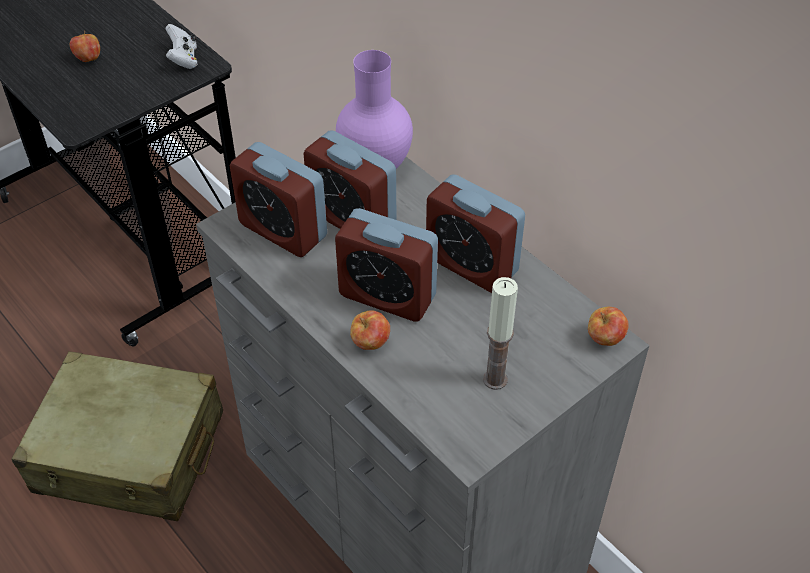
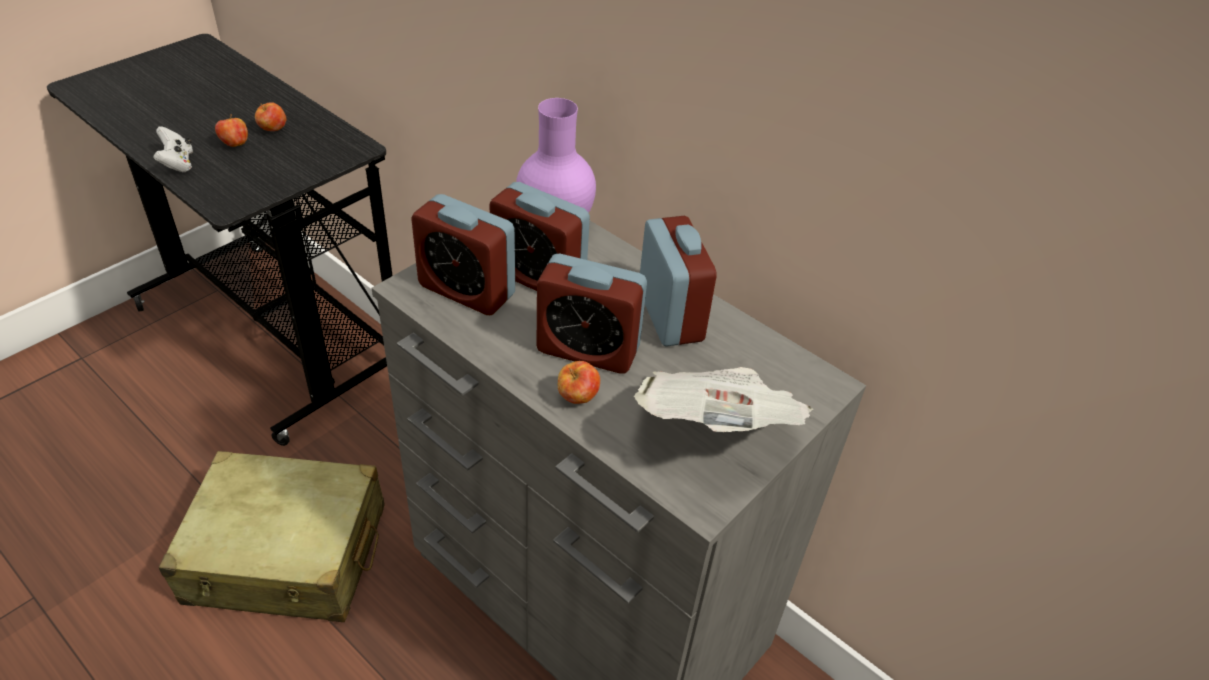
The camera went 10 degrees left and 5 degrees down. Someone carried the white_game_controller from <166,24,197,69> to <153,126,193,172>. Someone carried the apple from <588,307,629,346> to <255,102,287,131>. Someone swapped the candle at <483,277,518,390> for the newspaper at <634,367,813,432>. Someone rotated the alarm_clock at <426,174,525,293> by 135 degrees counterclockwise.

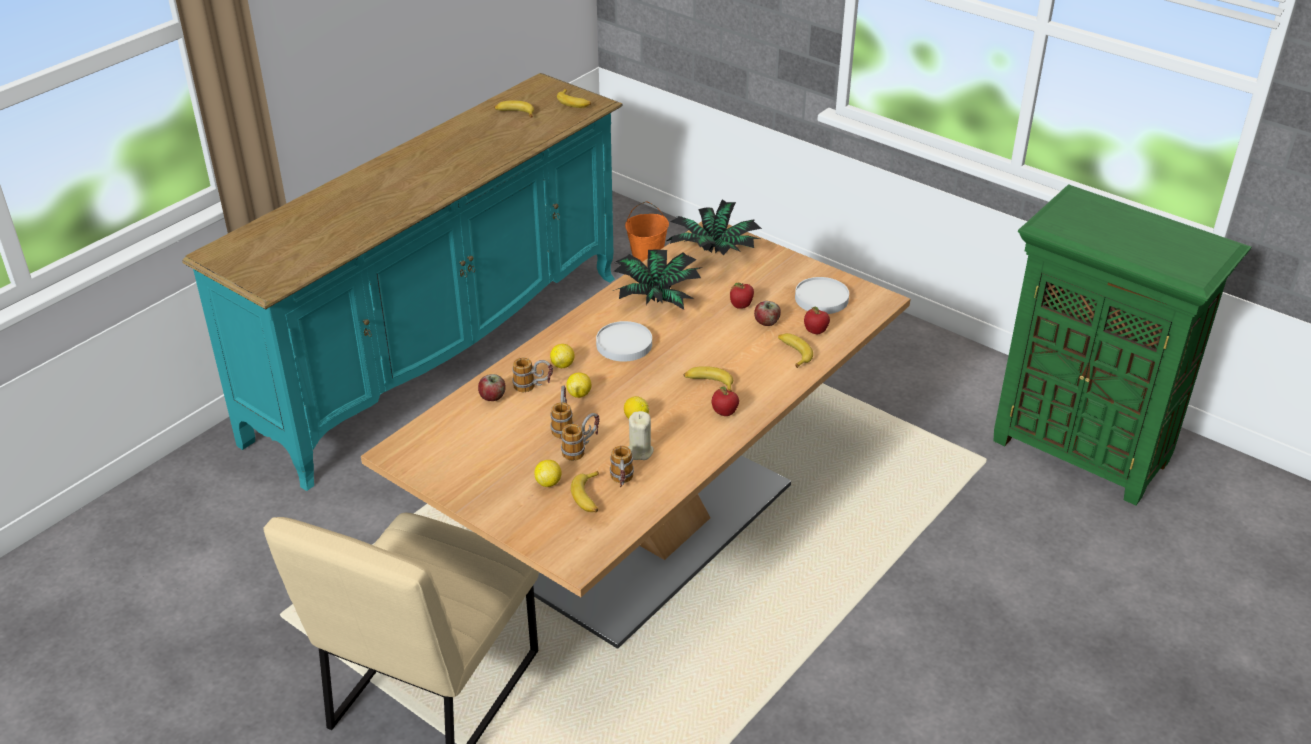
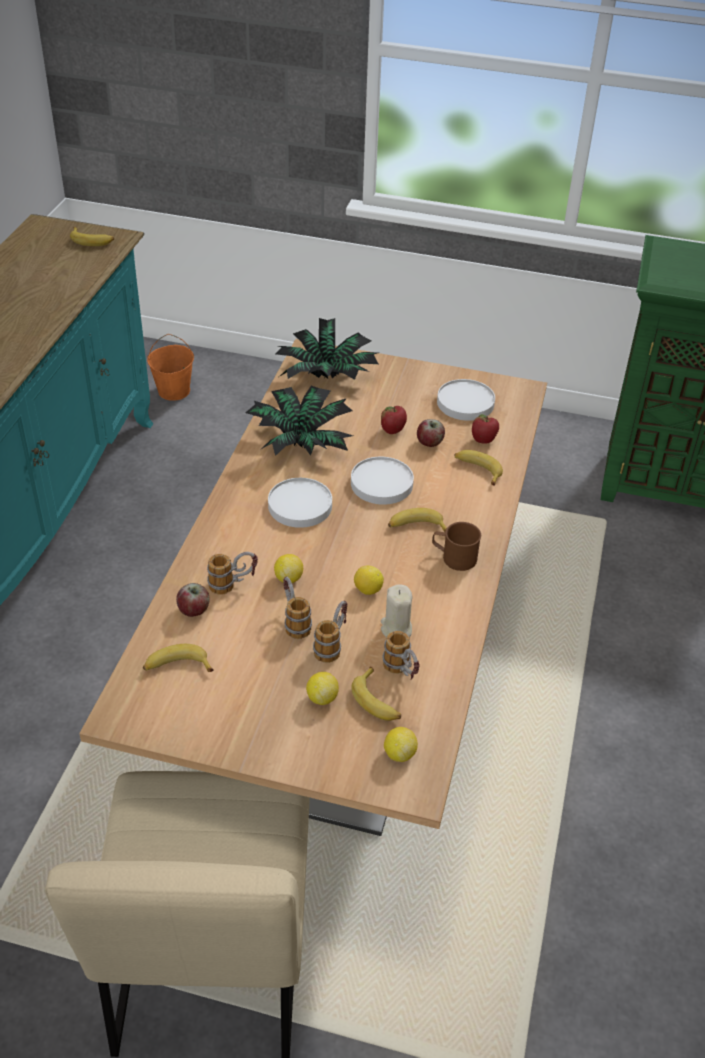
The camera went 25 degrees left and 5 degrees up. Someone carried the banana from <494,100,534,118> to <143,644,214,672>. Someone put down the white_plate at <351,457,414,505>. Someone carried the lemon from <550,344,575,368> to <384,727,418,762>. Someone swapped the apple at <712,386,739,416> for the brown_mug at <432,522,481,571>.

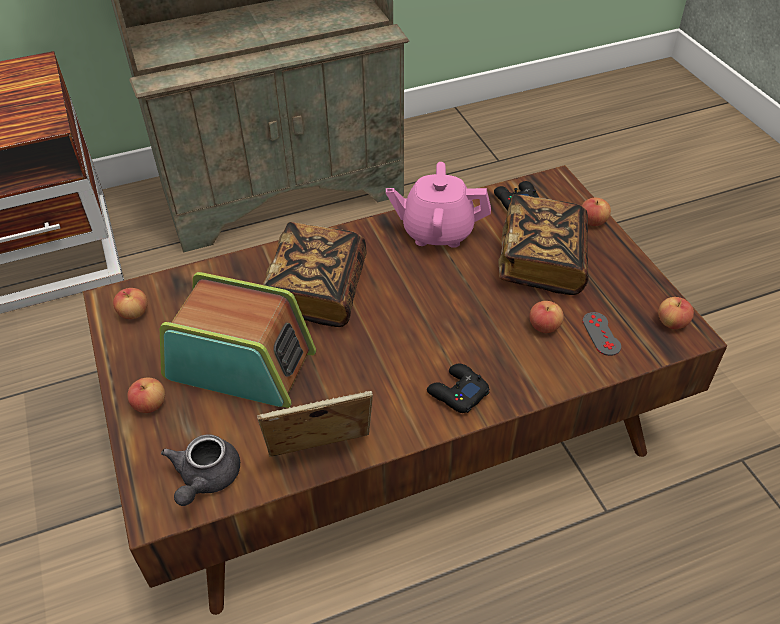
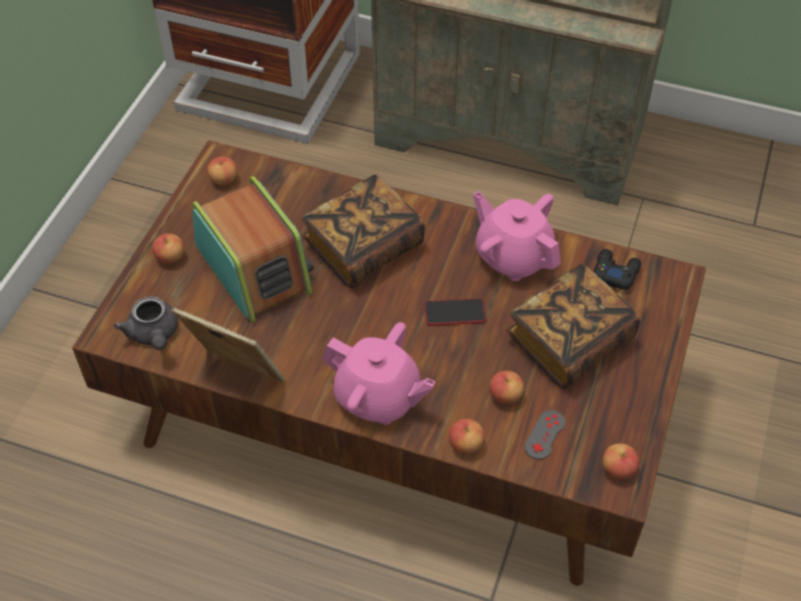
The camera went 40 degrees right and 5 degrees up. Someone rotated the grey_teapot at <161,434,240,506> by 75 degrees counterclockwise. Someone swapped the black_game_controller at <427,364,490,413> for the pink_teapot at <322,322,436,425>. Someone put down the phone at <424,299,486,326>. Someone carried the apple from <582,198,611,226> to <449,419,484,454>.

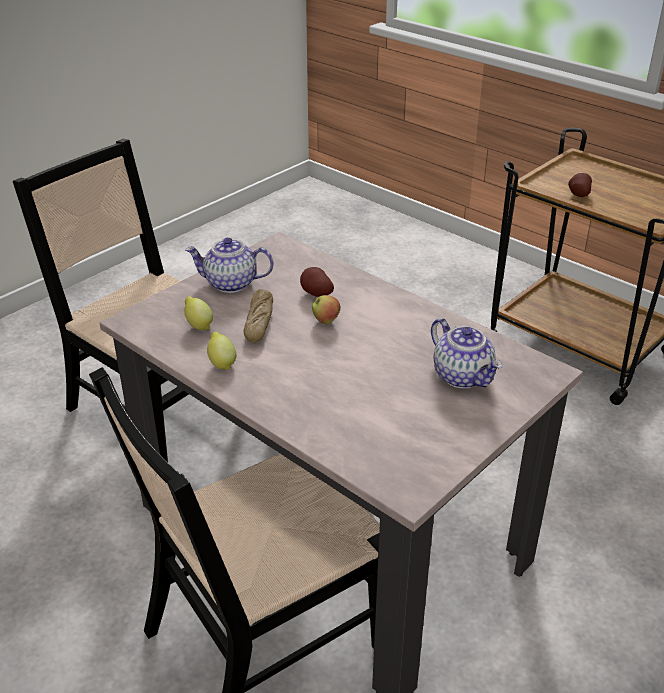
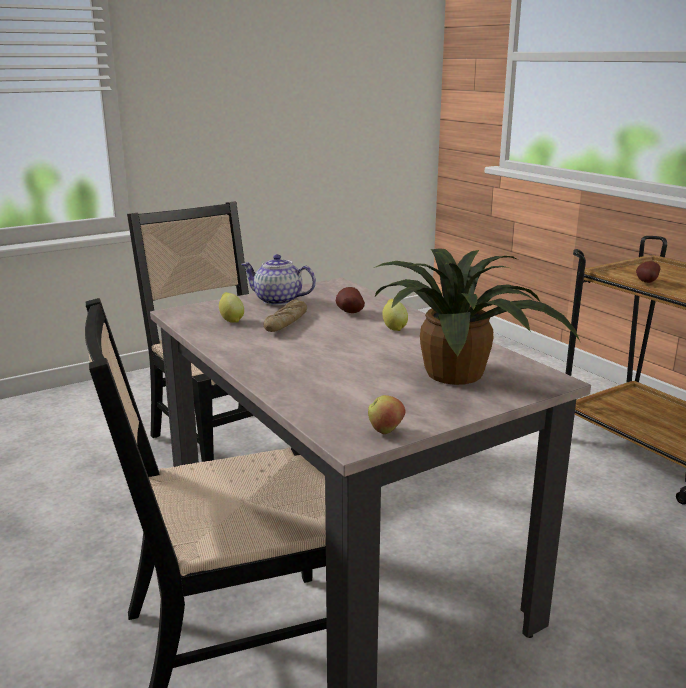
The camera went 15 degrees right and 15 degrees down. Someone carried the apple from <312,295,341,324> to <368,395,405,434>. Someone swapped the teapot at <431,318,503,388> for the potted_plant at <374,248,580,385>. Someone carried the lemon from <207,331,236,370> to <382,299,408,331>.

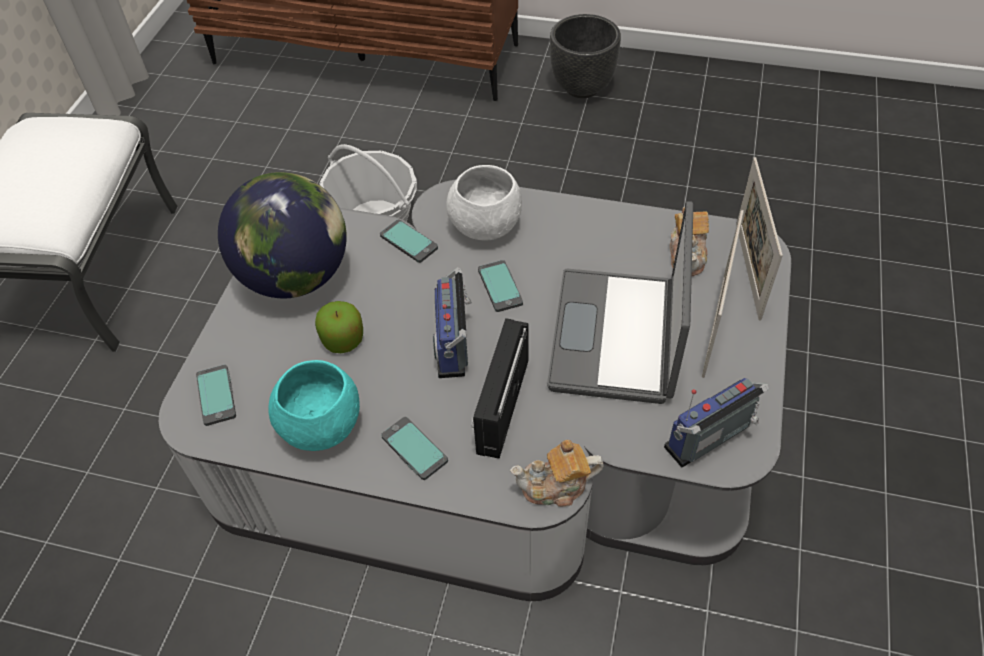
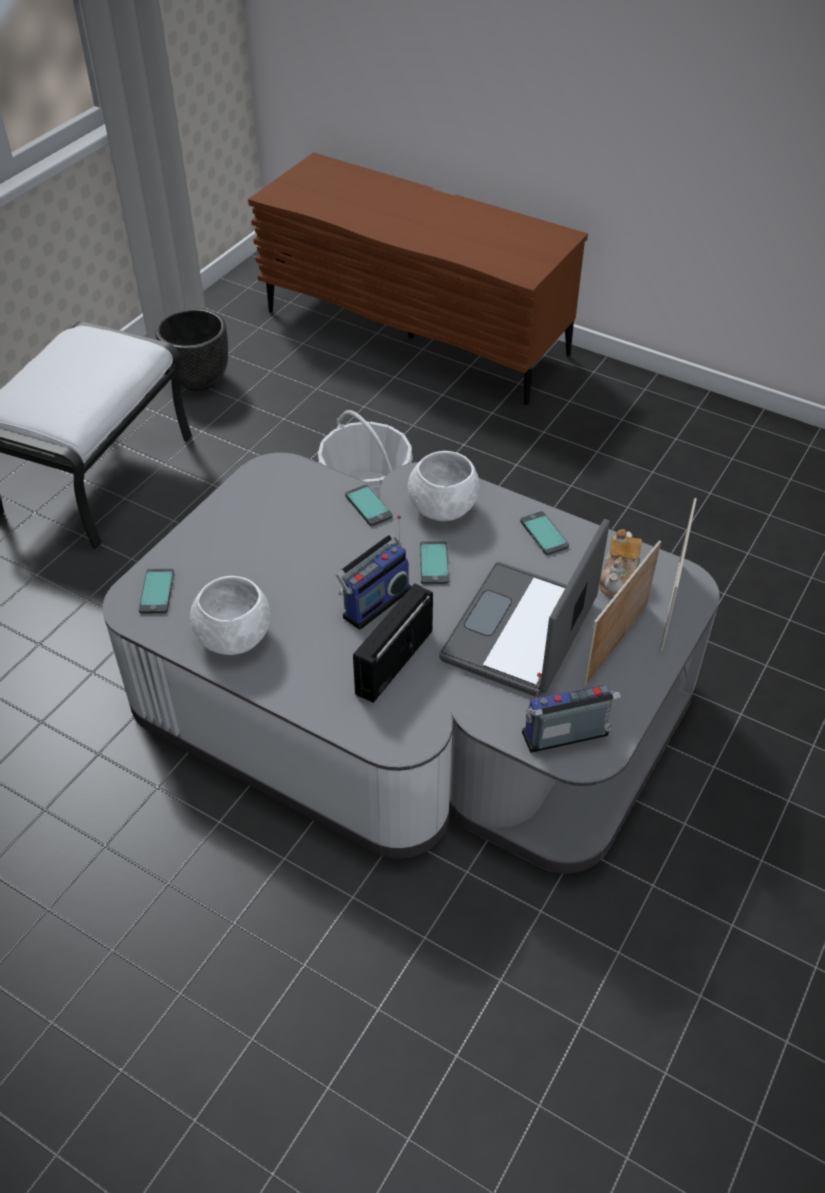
The camera went 15 degrees right and 5 degrees down. Someone carried the black_planter from <550,14,621,98> to <155,308,228,391>. Someone repainted the turquoise_bowl at <269,360,360,451>, which became the white_bowl at <190,576,271,655>. Someone rotated the radio at <433,267,472,378> by 150 degrees counterclockwise. Someone carried the phone from <381,417,448,480> to <520,511,569,555>. Someone took away the globe at <218,172,347,298>. Someone took away the apple at <315,301,363,353>. Someone took away the teapot at <510,440,604,507>.

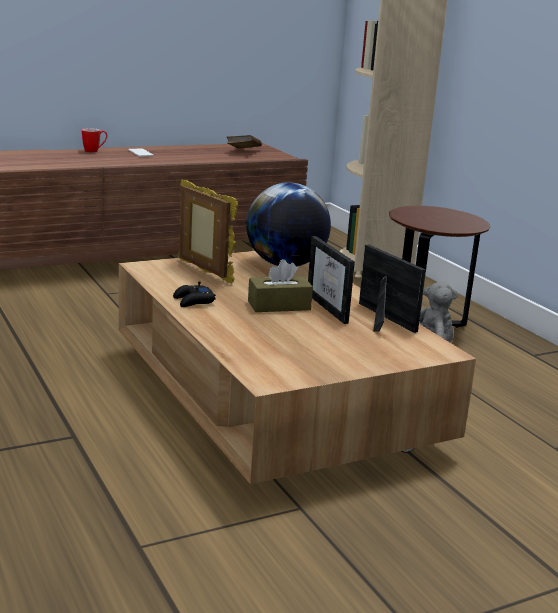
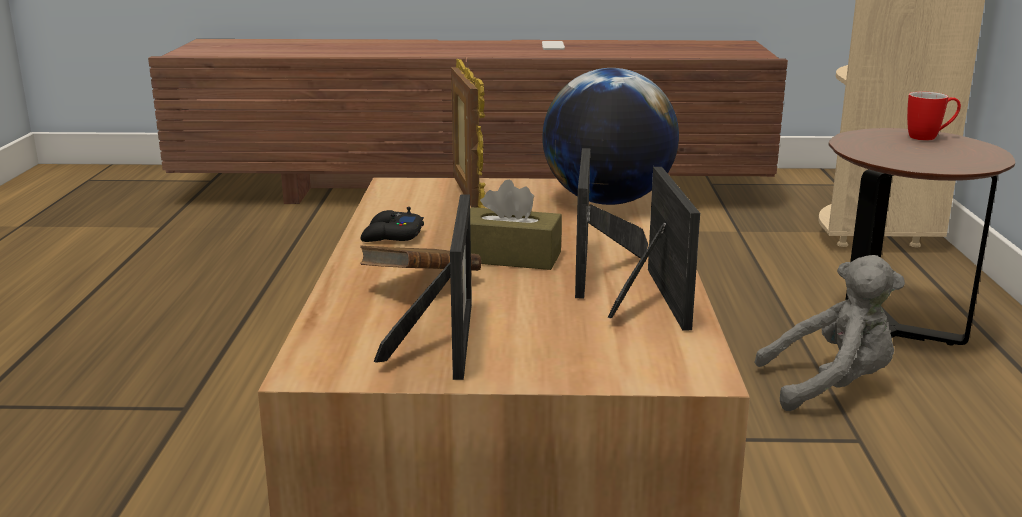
The camera went 30 degrees right and 0 degrees up. Someone carried the brown_book from <227,135,262,148> to <360,246,481,271>. Someone put down the picture_frame at <374,194,472,380>. Someone carried the mug from <82,128,107,153> to <907,92,961,140>.

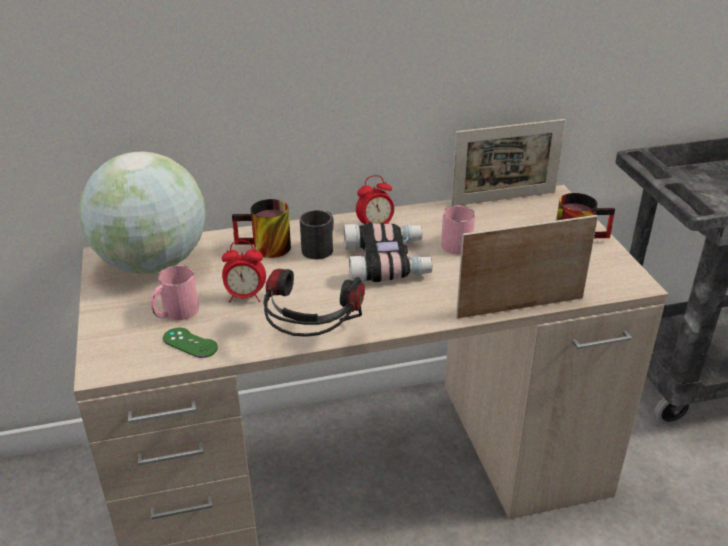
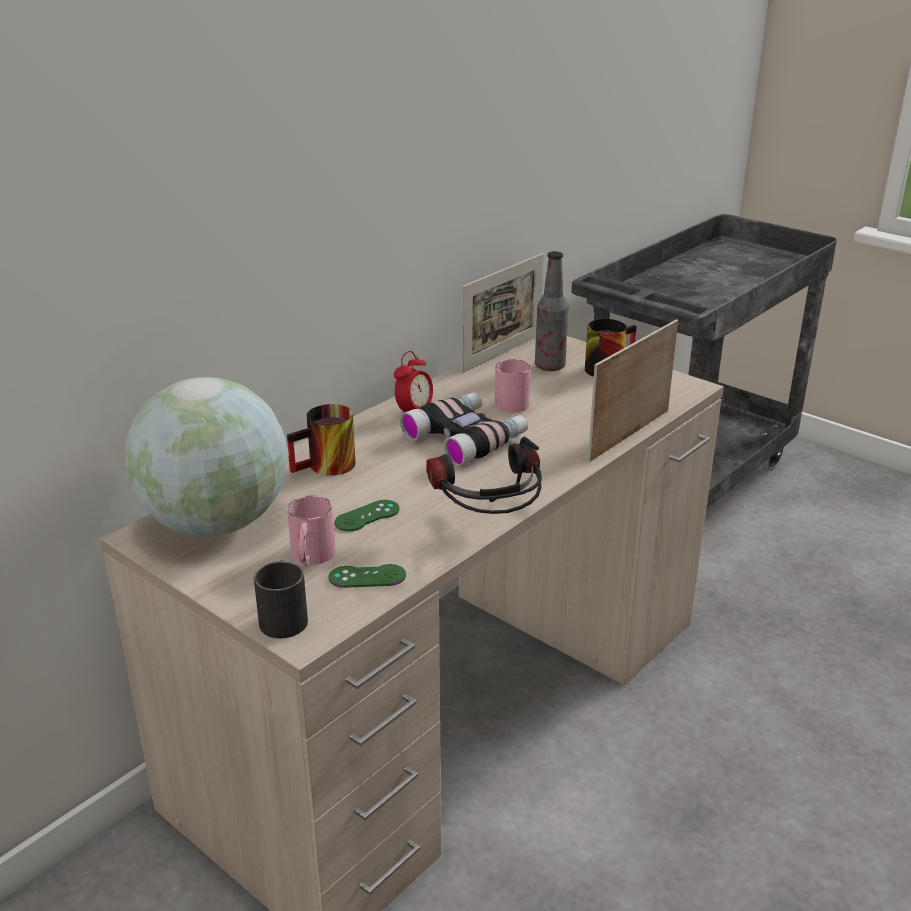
The camera went 35 degrees left and 5 degrees down. Someone carried the black_mug from <300,210,334,259> to <254,560,308,639>. Someone swapped the alarm_clock at <222,240,266,303> for the green_game_controller at <335,500,399,531>. Someone put down the bottle at <535,251,568,371>.

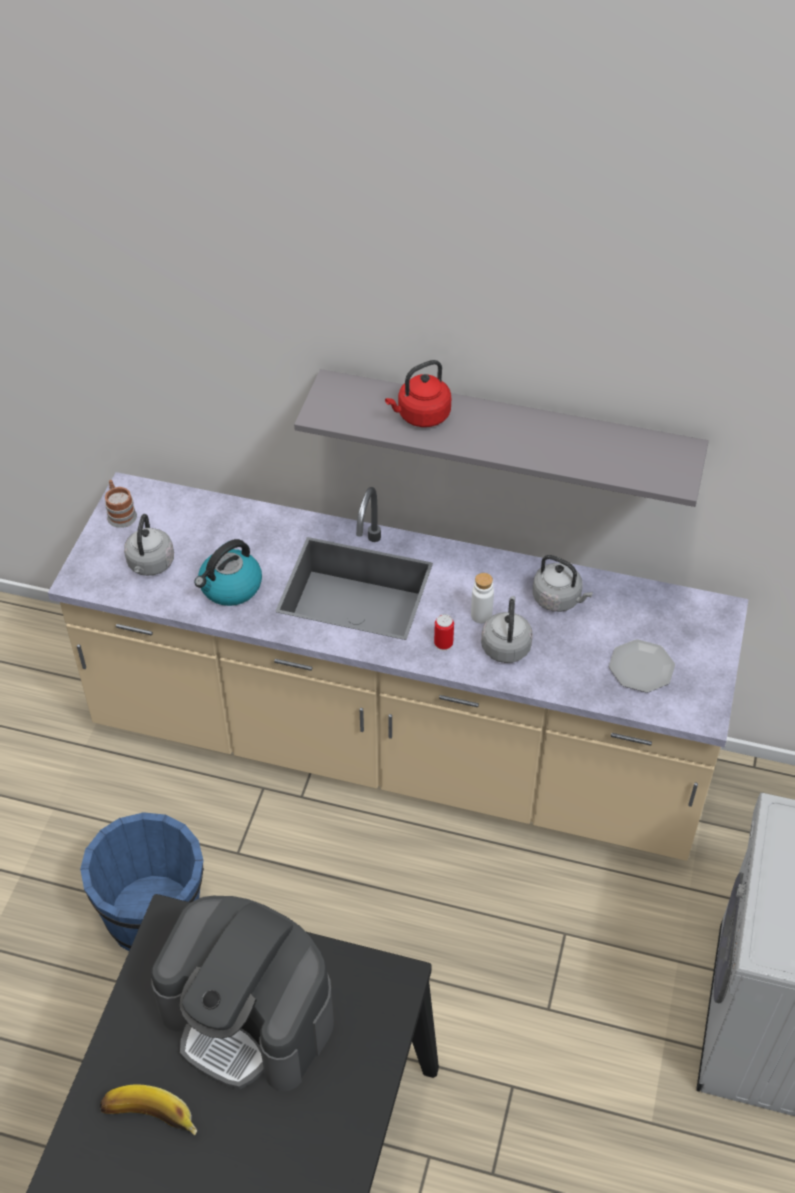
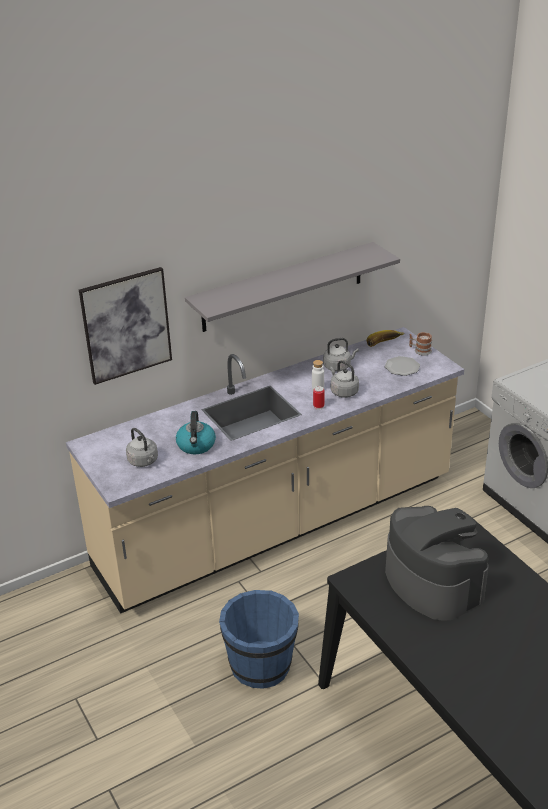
The camera went 45 degrees left and 15 degrees down. Someone put up the picture at <79,267,172,385>. Someone carried the banana from <100,1084,197,1136> to <366,330,405,347>. Someone rotated the coffee_machine at <151,896,334,1091> by 105 degrees counterclockwise. Someone carried the mug from <105,480,137,528> to <409,332,432,356>. Someone took away the red_kettle at <385,360,451,427>.

